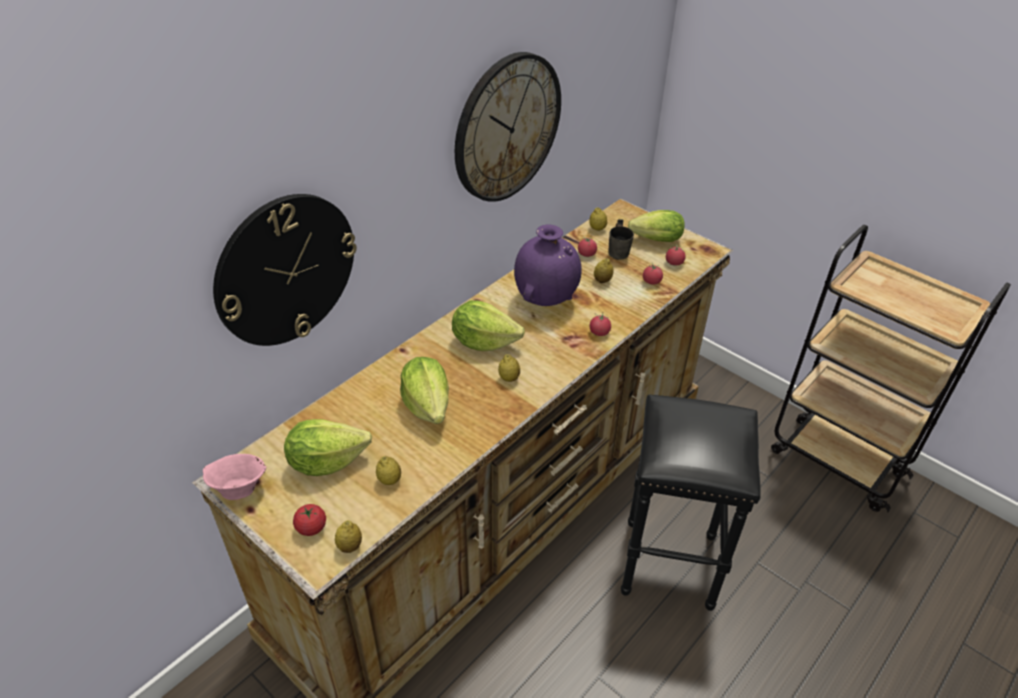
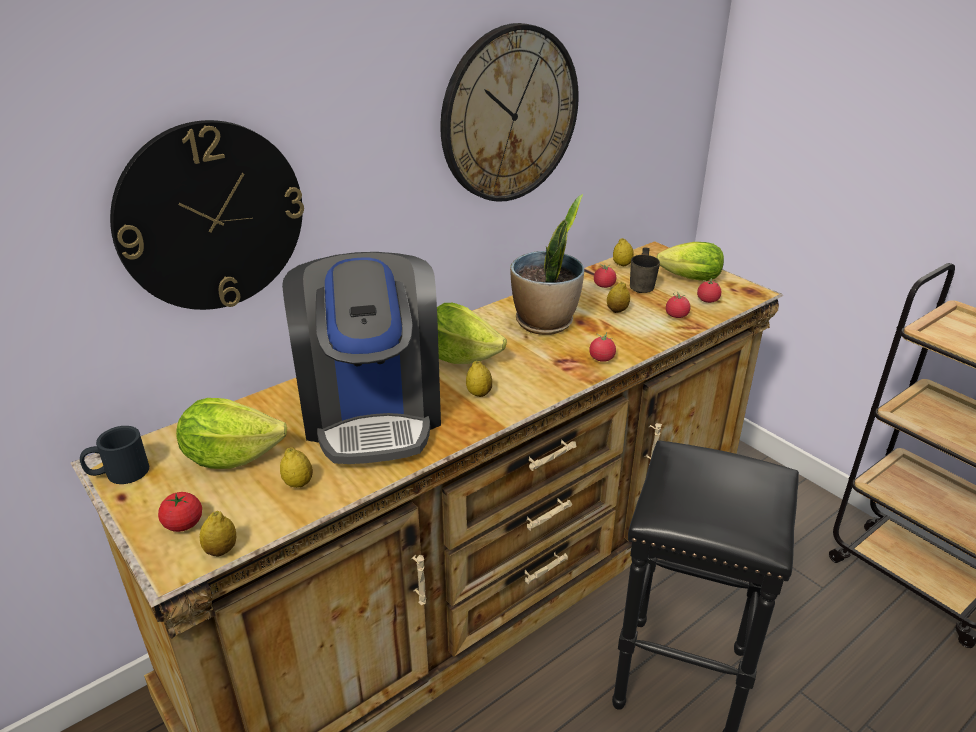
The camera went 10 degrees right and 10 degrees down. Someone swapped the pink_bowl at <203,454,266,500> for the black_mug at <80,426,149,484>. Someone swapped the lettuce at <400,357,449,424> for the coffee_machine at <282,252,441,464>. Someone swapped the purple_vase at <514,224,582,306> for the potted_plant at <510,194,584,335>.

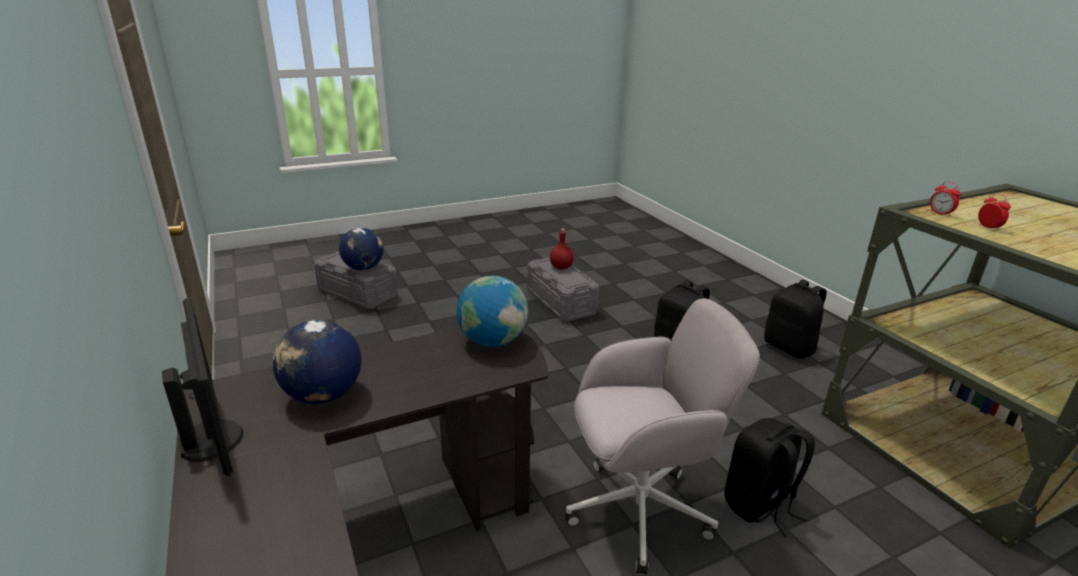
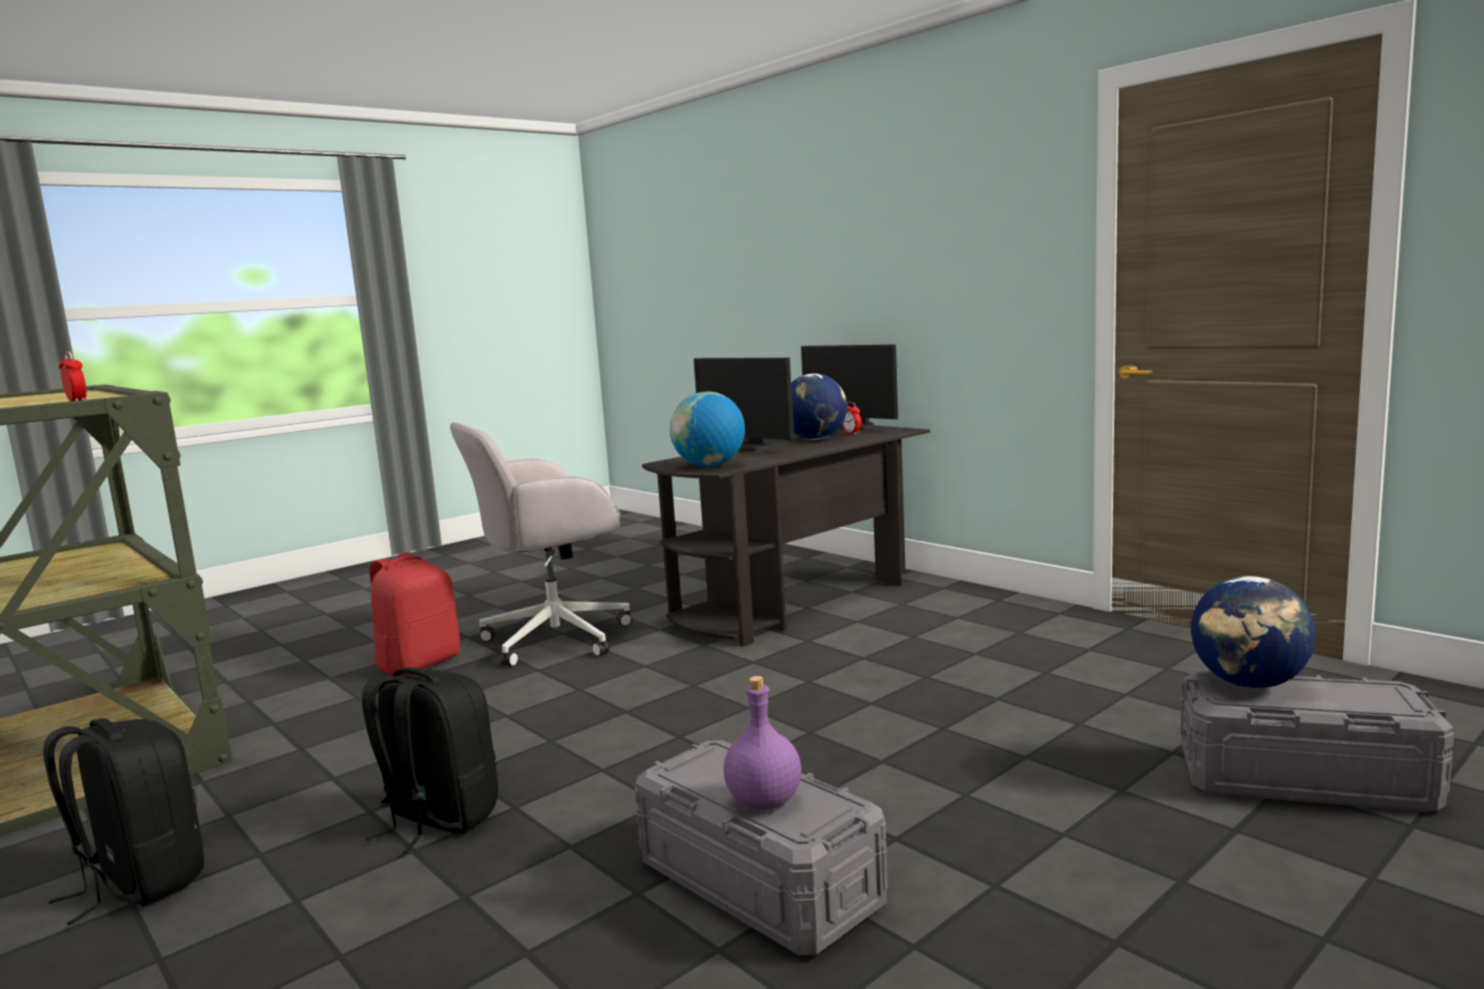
The camera went 165 degrees right and 15 degrees down. Someone repainted the black_backpack at <725,418,815,537>, which became the red_backpack at <369,552,460,675>. Someone put down the monitor at <694,358,794,452>. Someone repainted the red_bottle at <550,228,574,269>, which became the purple_bottle at <724,676,801,811>. Someone carried the alarm_clock from <978,193,1011,231> to <842,402,861,434>.

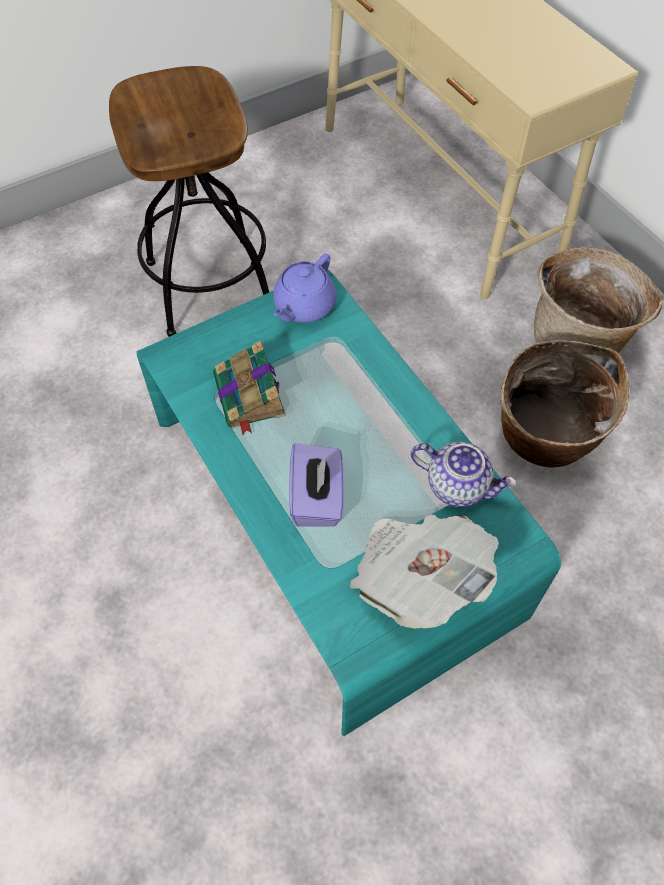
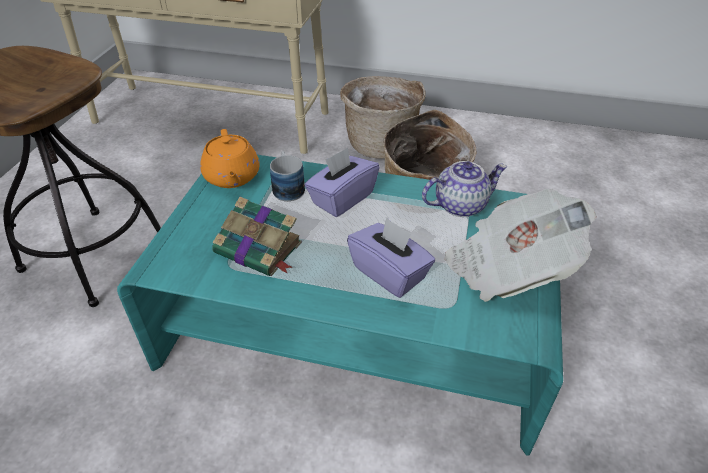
The camera went 45 degrees left and 15 degrees down. Someone repainted the purple_teapot at <273,254,336,323>, which became the orange_teapot at <200,129,260,188>. Someone put down the mug at <270,151,305,201>. Someone put down the purple_tissue_box at <305,147,380,217>.

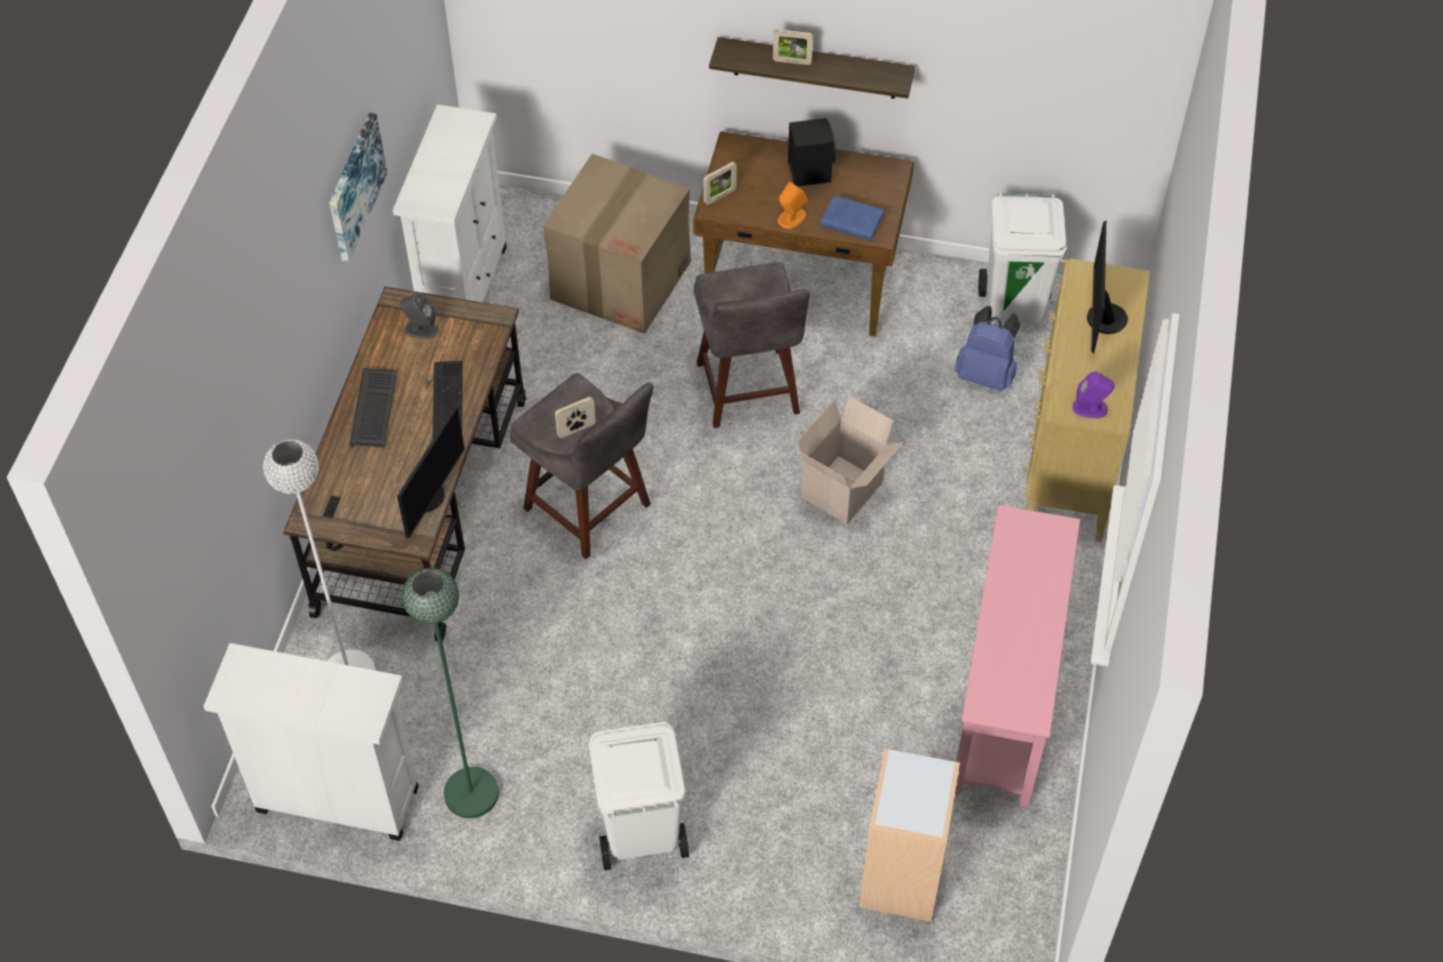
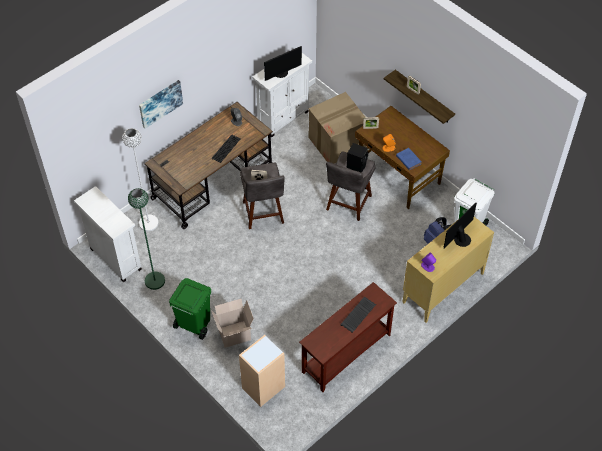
The camera went 35 degrees right and 0 degrees up. Someone carried the picture from <329,113,387,262> to <139,80,183,129>. Someone repainted the white_trash_can at <589,722,689,870>, which became the green_trash_can at <169,278,211,340>. Someone carried the cardboard_box from <797,396,904,524> to <211,299,254,348>. Someone carried the monitor from <397,404,465,539> to <264,46,302,81>. Someone repainted the pink_console_table at <955,505,1080,808>, which became the brown_console_table at <299,282,397,392>. Someone carried the keyboard from <349,368,397,447> to <340,297,376,333>. Someone carried the black_speaker from <788,118,836,187> to <347,143,368,172>.

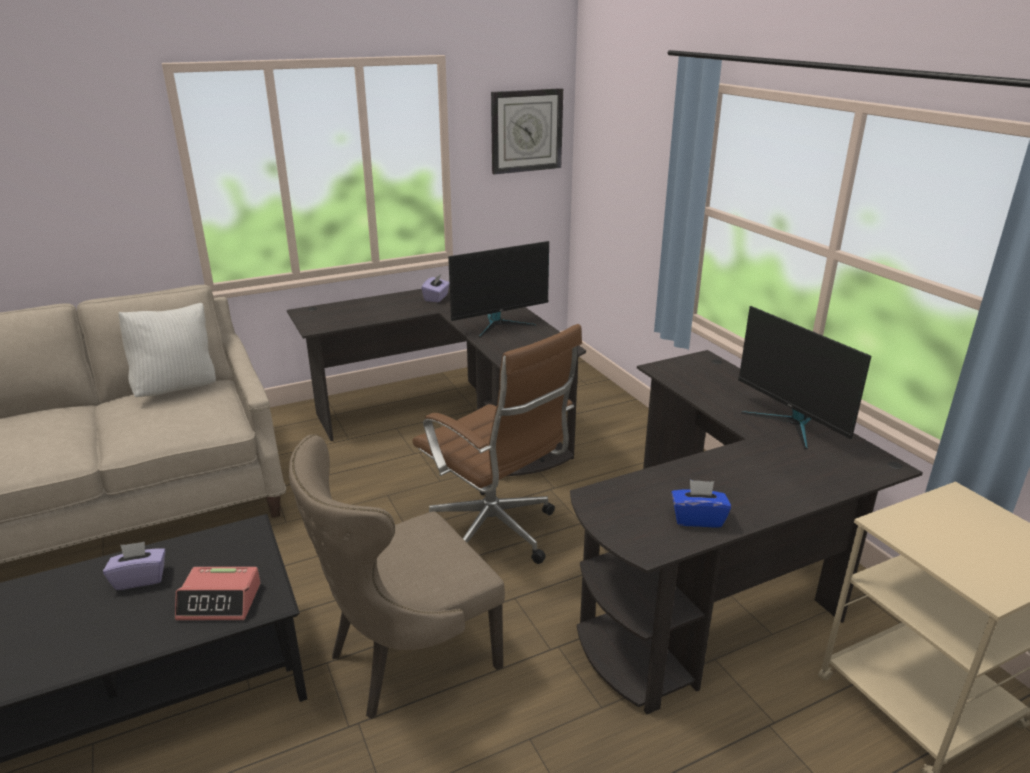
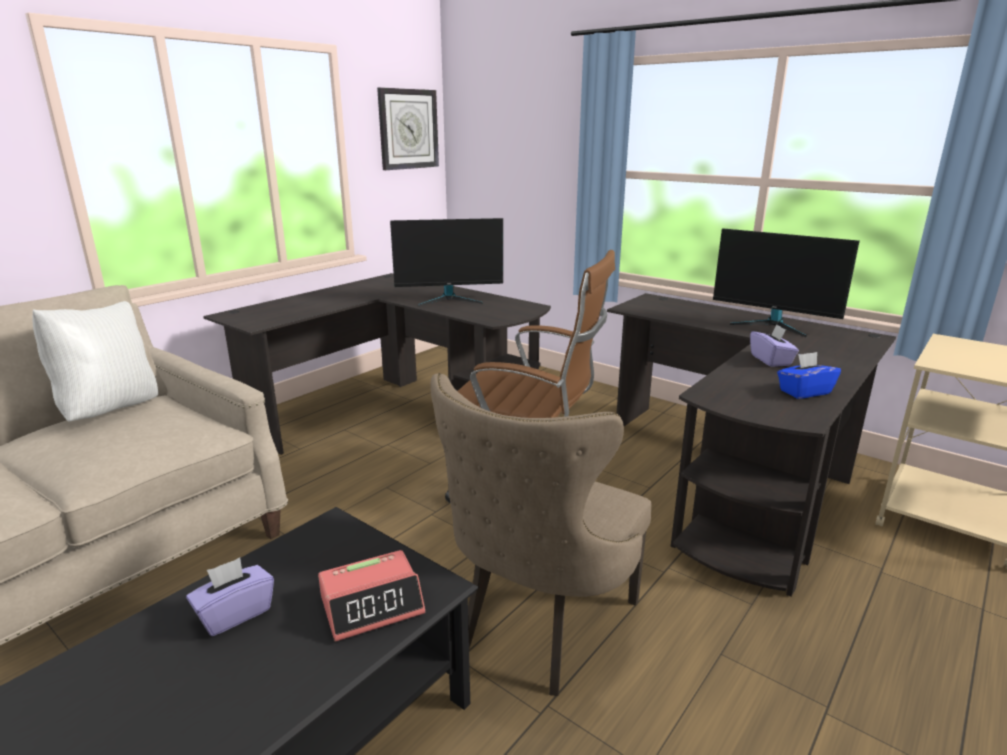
The camera went 25 degrees left and 5 degrees down. Someone rotated the monitor at <448,241,549,338> by 45 degrees clockwise. Someone carried the purple_tissue_box from <422,274,449,302> to <750,324,799,367>.

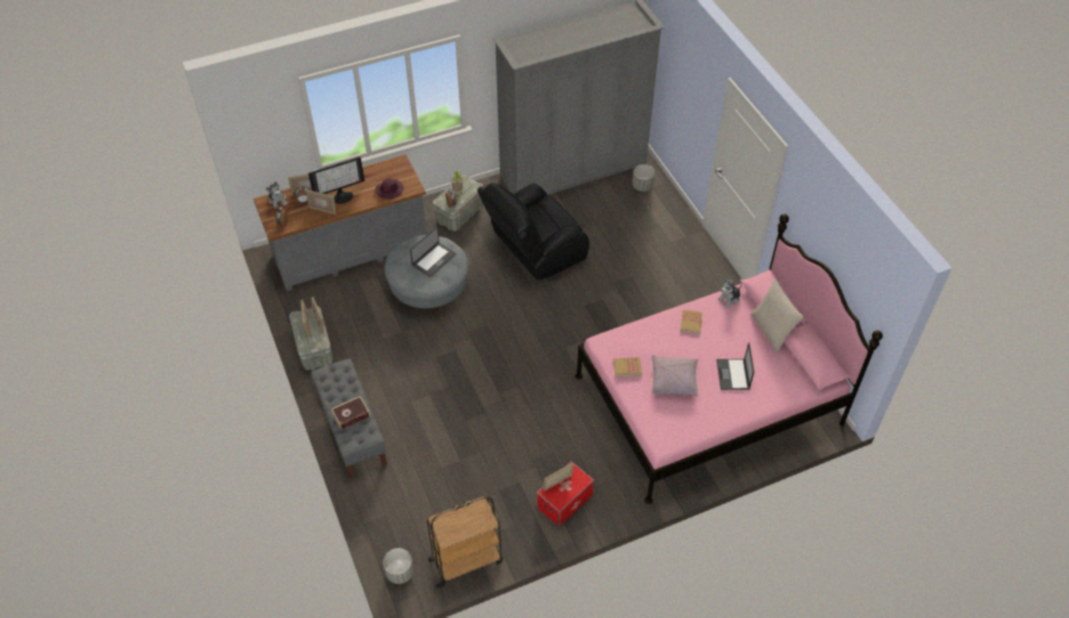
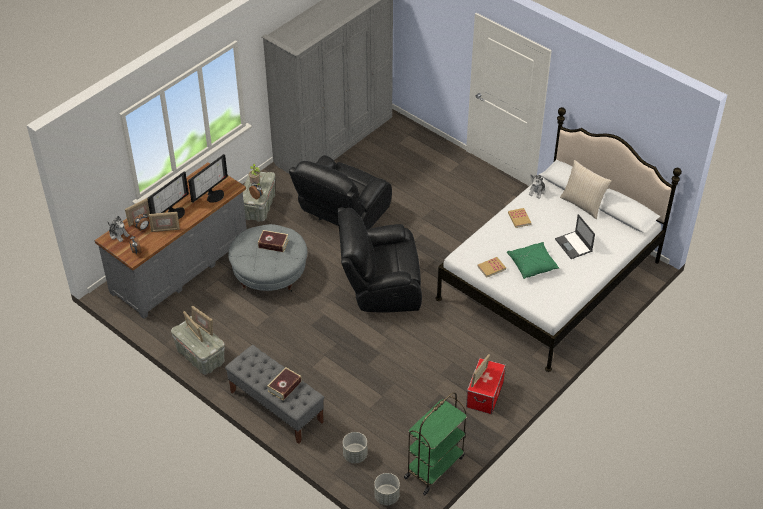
The camera went 25 degrees left and 5 degrees down. Someone swapped the purple_hat at <375,178,404,199> for the monitor at <188,154,228,203>. Someone swapped the laptop at <410,227,456,277> for the book at <258,230,289,252>. Someone put down the black_armchair at <337,207,422,313>. Someone carried the grey_planter from <632,164,655,192> to <343,432,367,463>. Someone repainted the brown_cart at <427,496,503,589>, which became the green_cart at <404,392,467,496>. Someone repainted the pink_bed at <575,214,883,504>, which became the white_bed at <435,107,682,372>. Someone repainted the purple_pillow at <652,355,698,396>, which became the green_pillow at <507,242,559,279>.

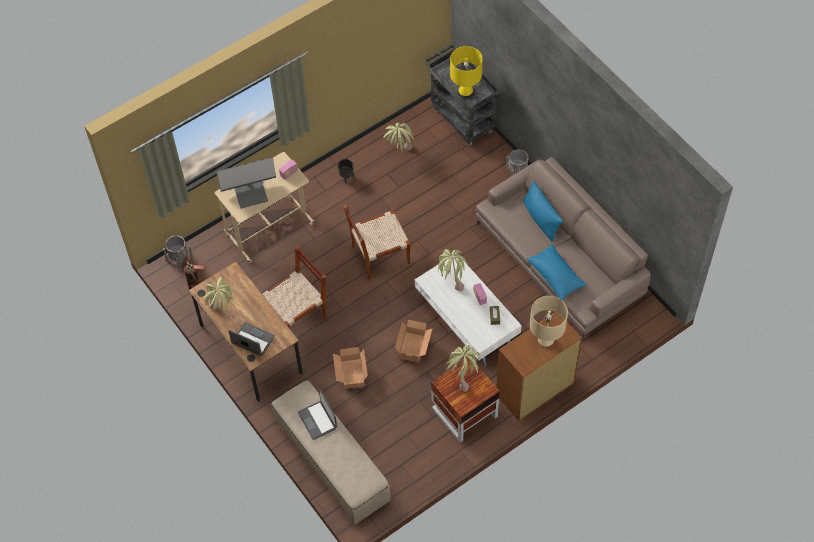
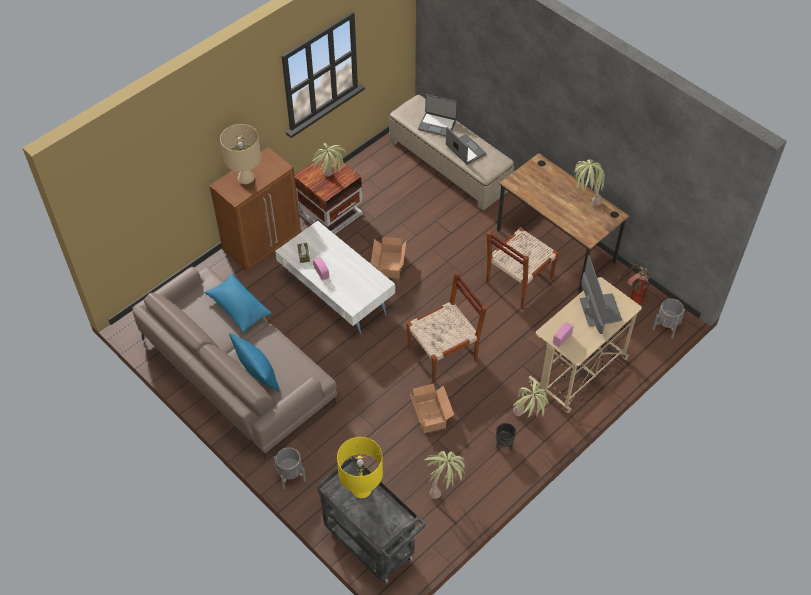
The camera went 170 degrees right and 5 degrees down. Someone carried the cardboard_box from <333,347,368,389> to <410,384,454,433>. Someone carried the laptop from <229,322,275,356> to <418,94,458,137>. Someone carried the potted_plant from <438,249,468,291> to <513,380,548,418>. Someone rotated the monitor at <216,157,276,209> by 105 degrees clockwise.

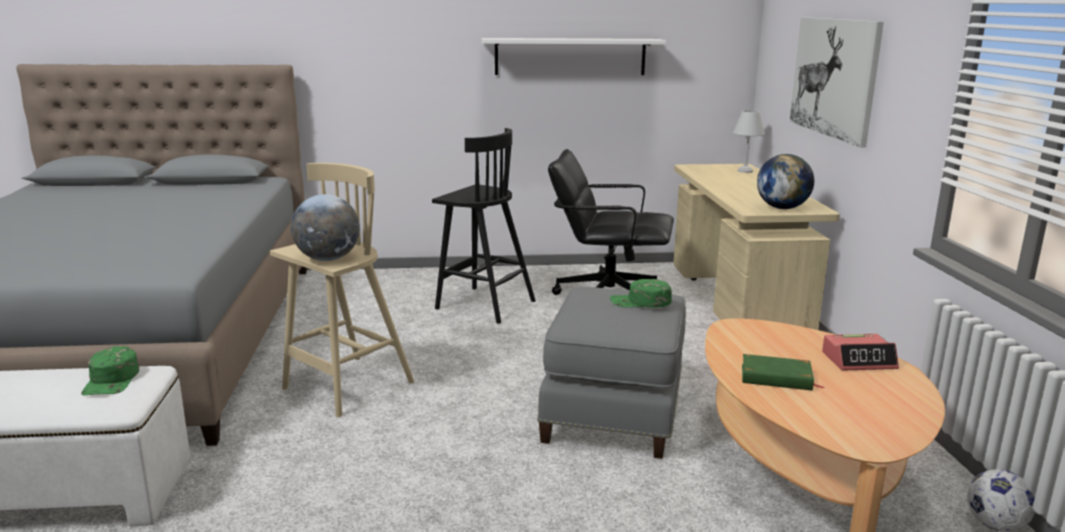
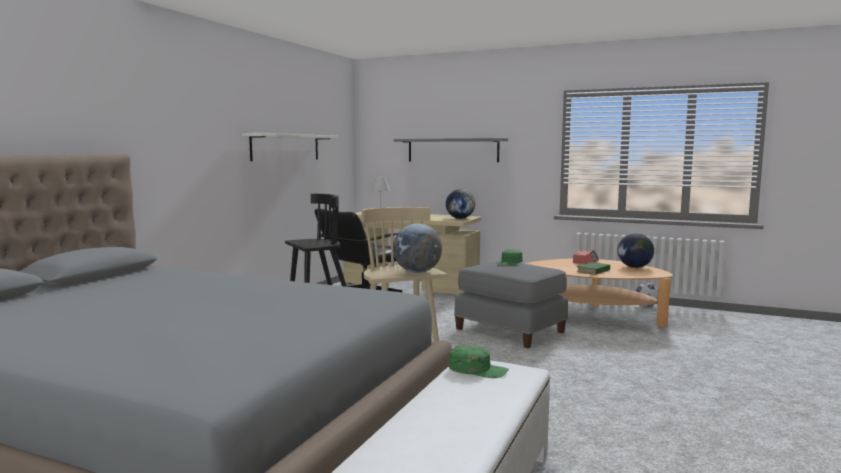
The camera went 60 degrees left and 10 degrees down. Someone swapped the picture at <789,17,884,148> for the grey_shelf at <394,138,508,162>. Someone put down the globe at <618,233,654,268>.

